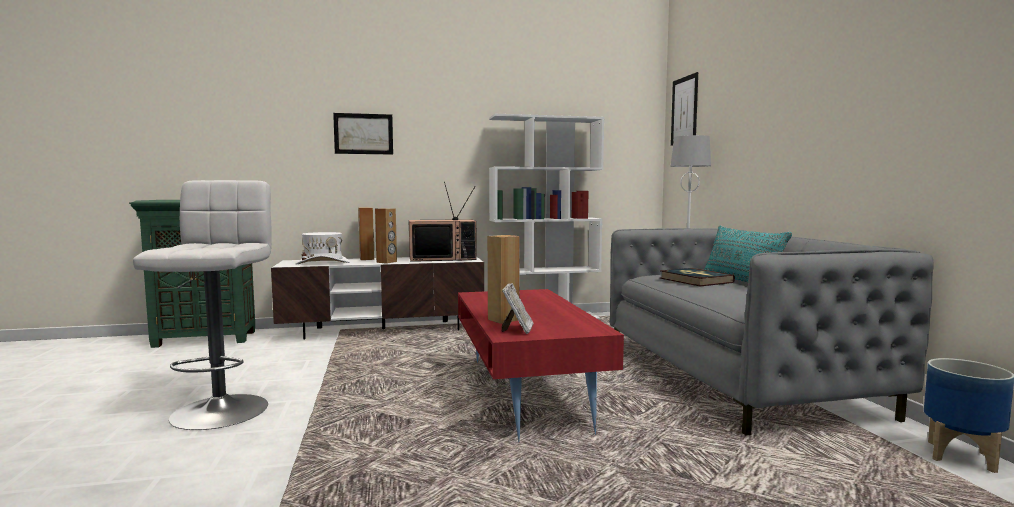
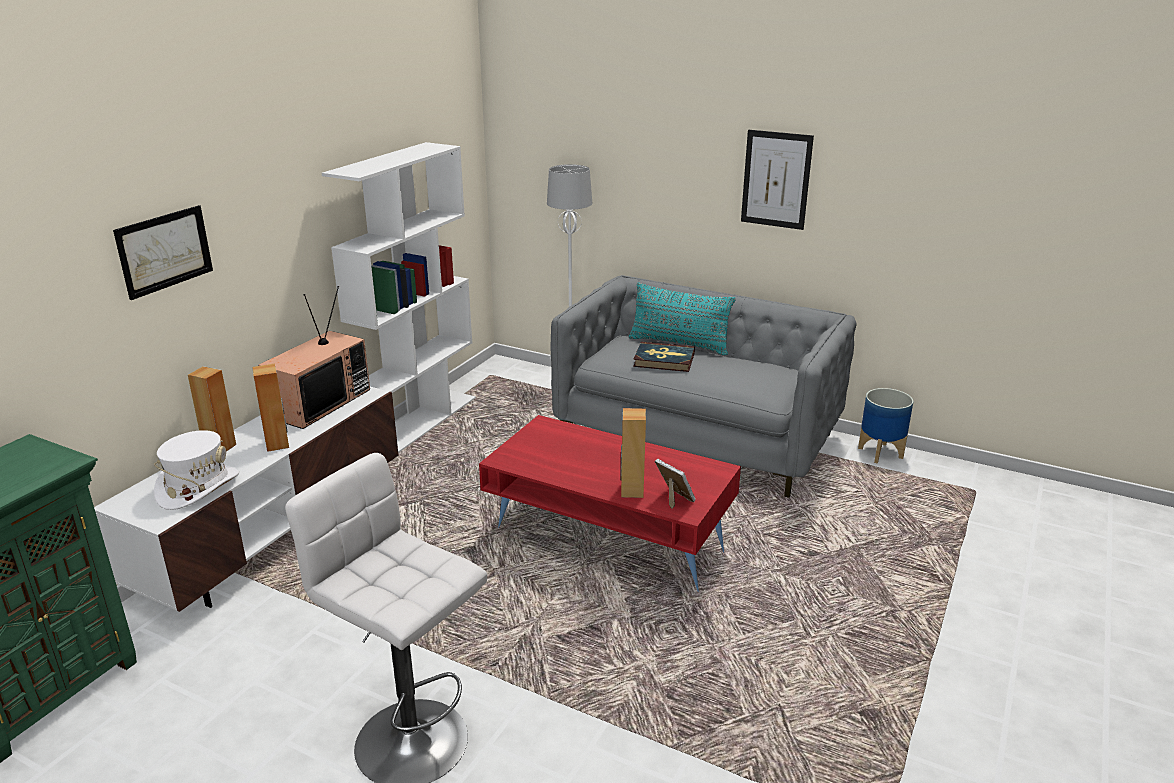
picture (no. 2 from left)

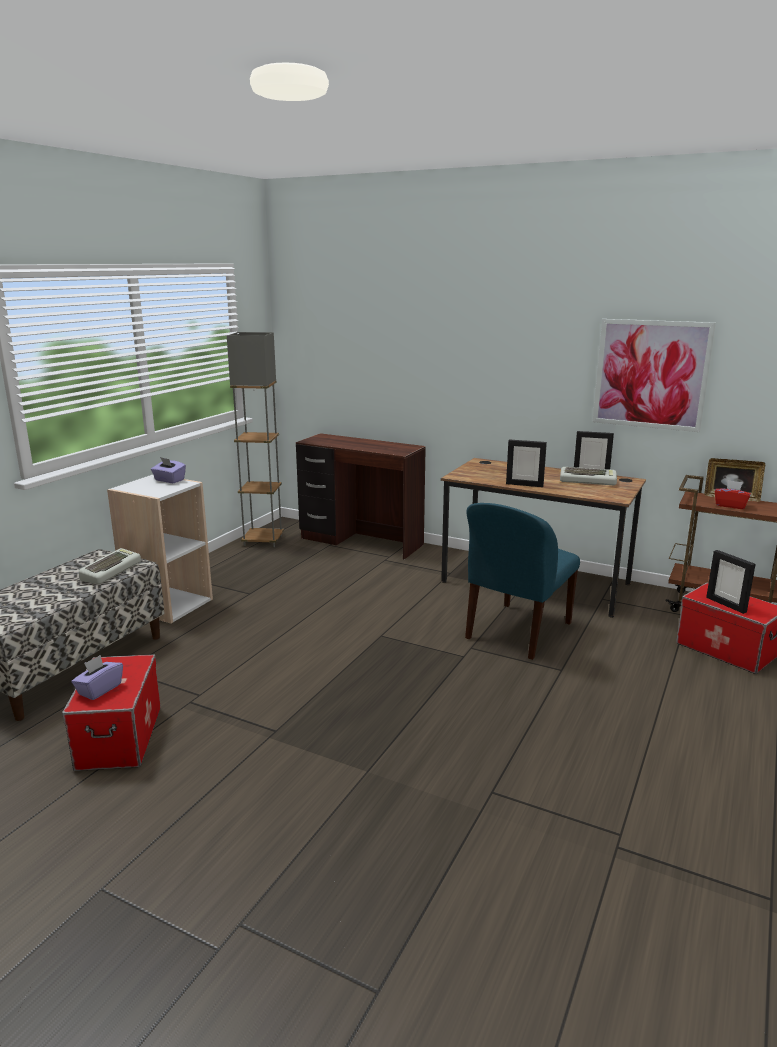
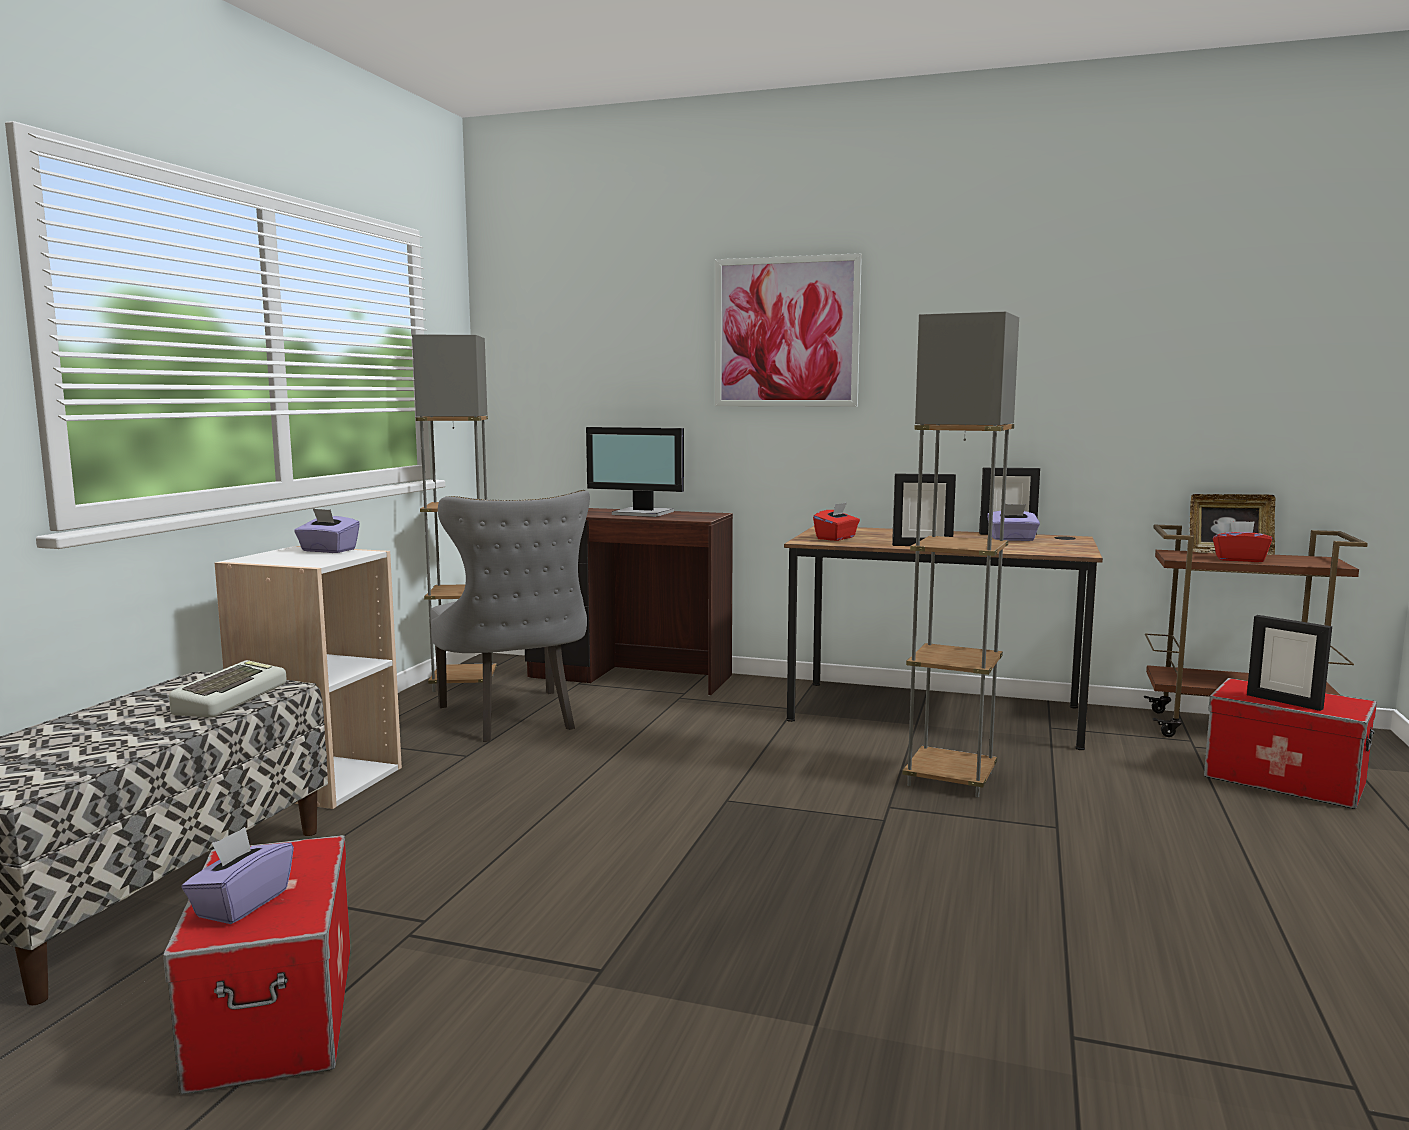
chair in grey
monitor
tissue box in red (no. 1 from left)
picture
floor lamp in grey (no. 2 from left)
tissue box in purple (no. 3 from left)

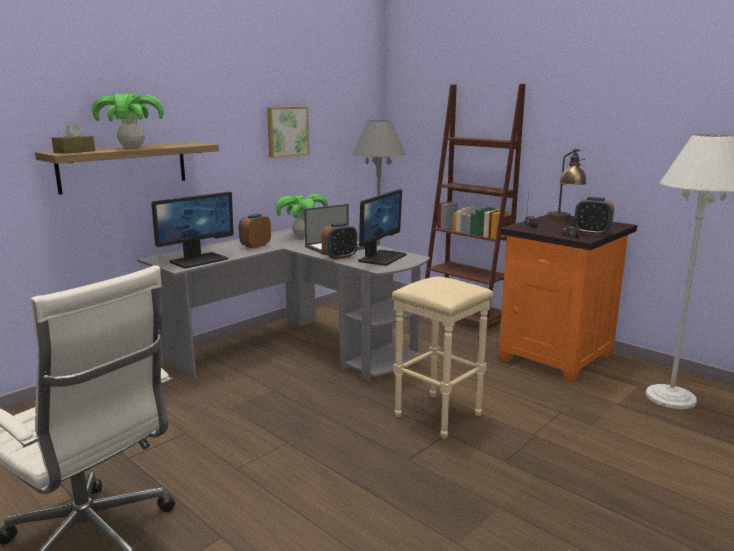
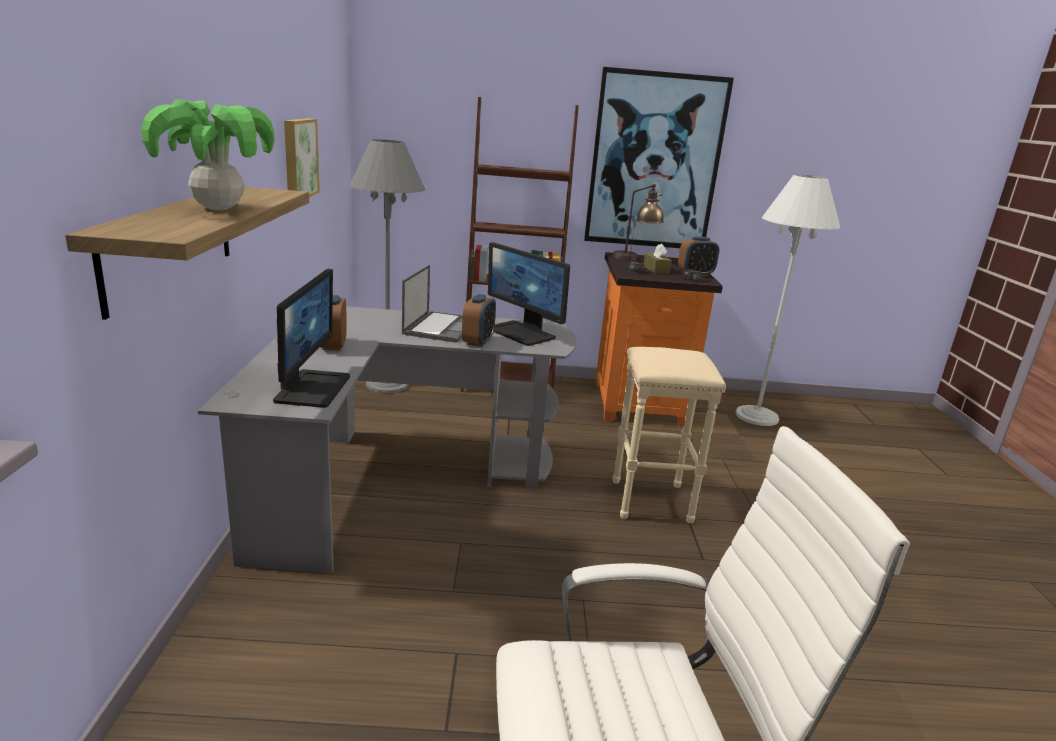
potted plant (no. 2 from left in the first image)
picture (no. 2 from left)
tissue box in brown
monitor (no. 2 from left)

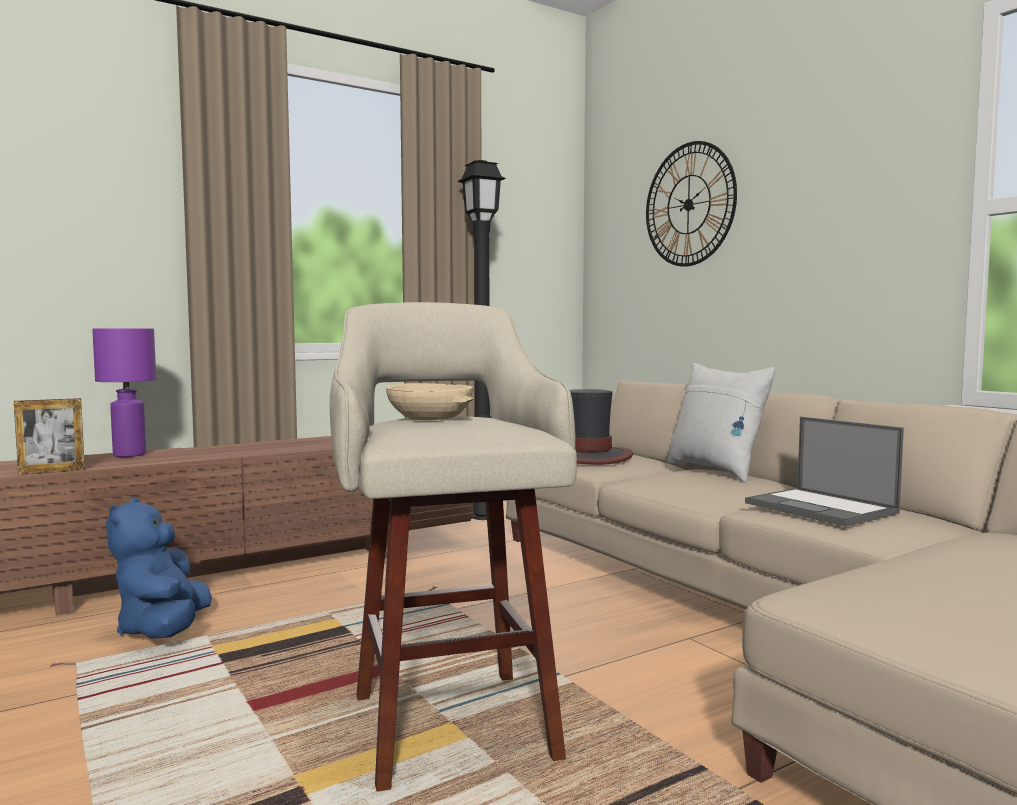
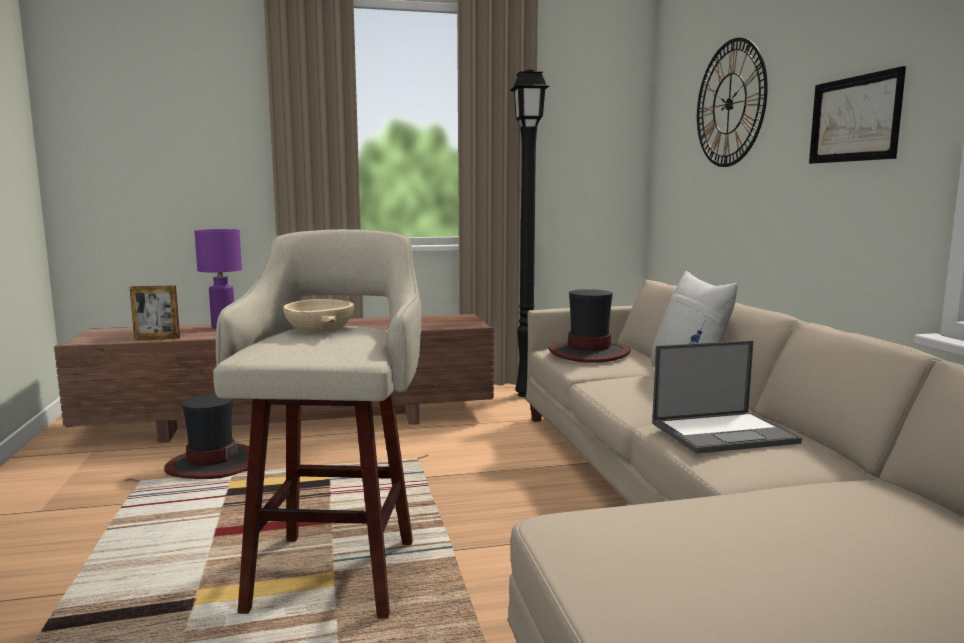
picture
hat (no. 1 from left)
laptop

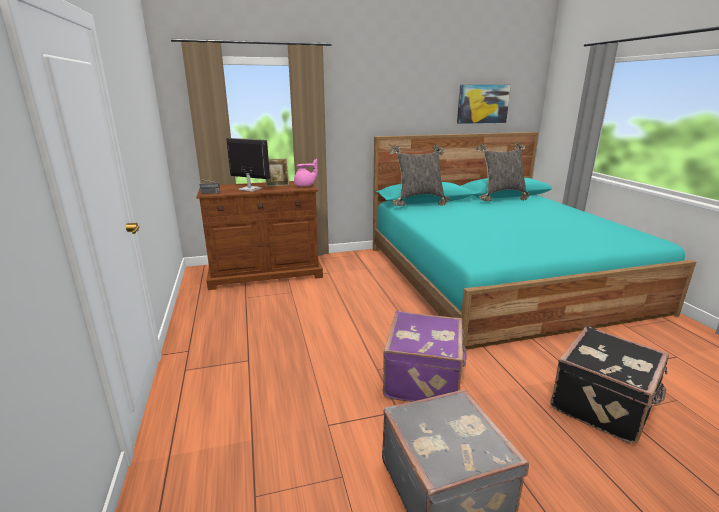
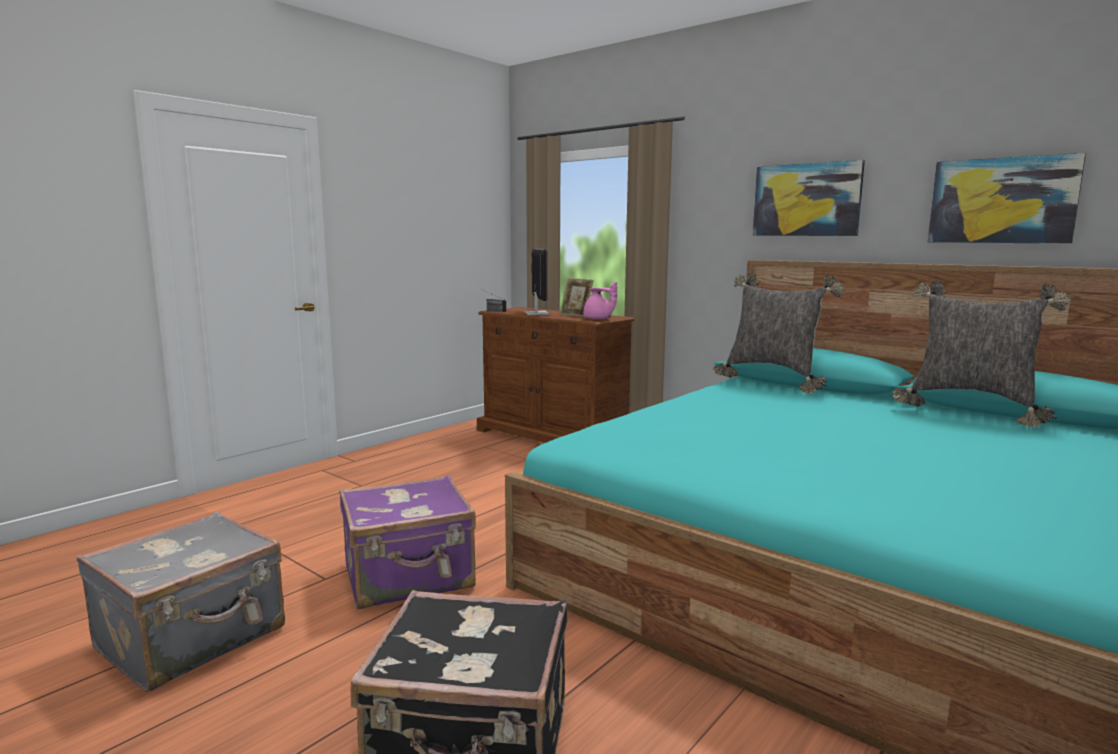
picture (no. 1 from left)

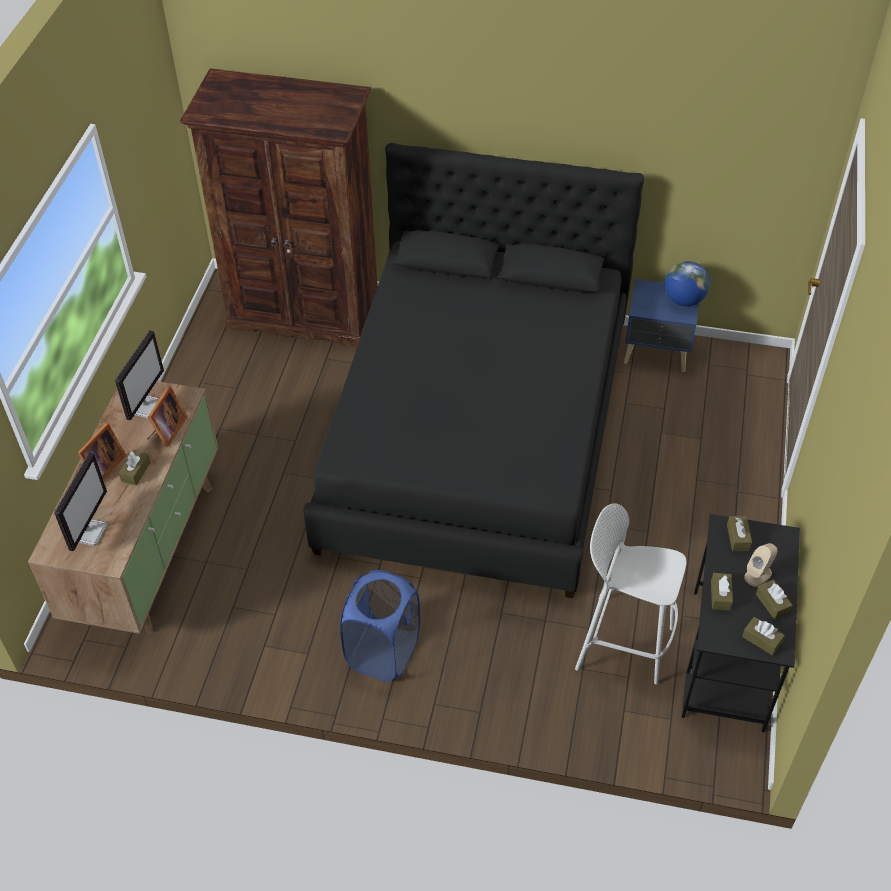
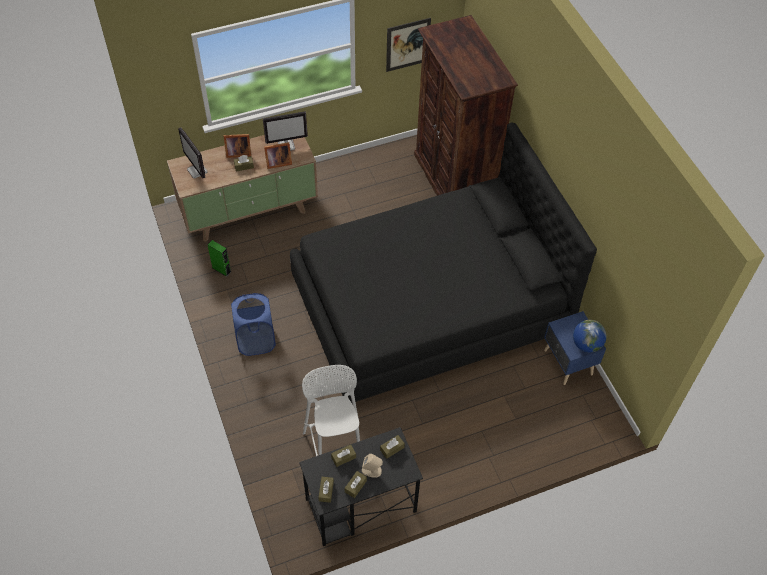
speaker in green
picture
monitor (no. 1 from left)

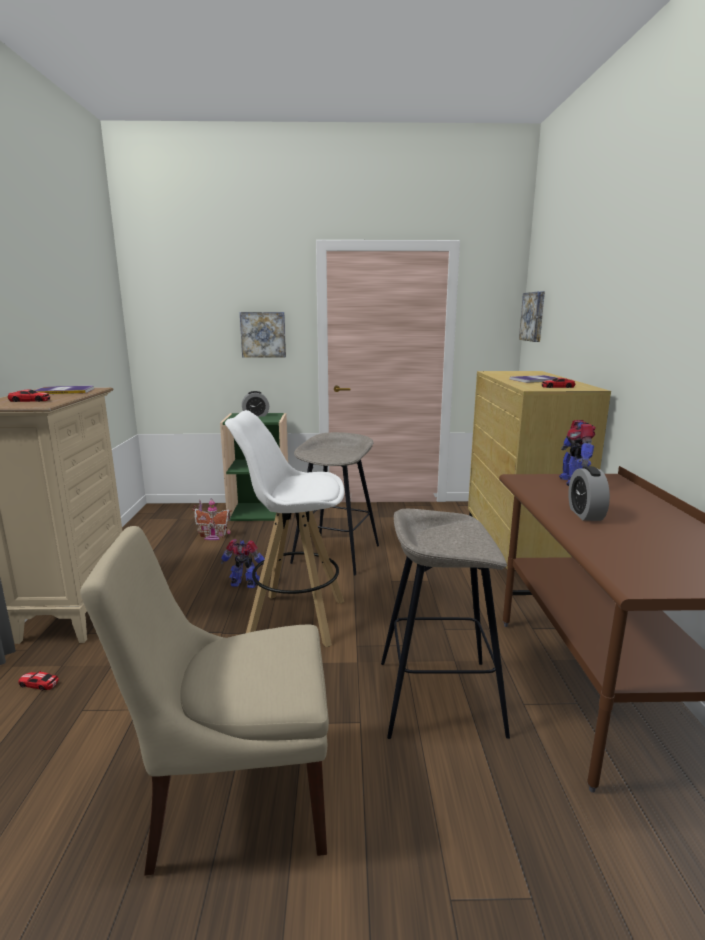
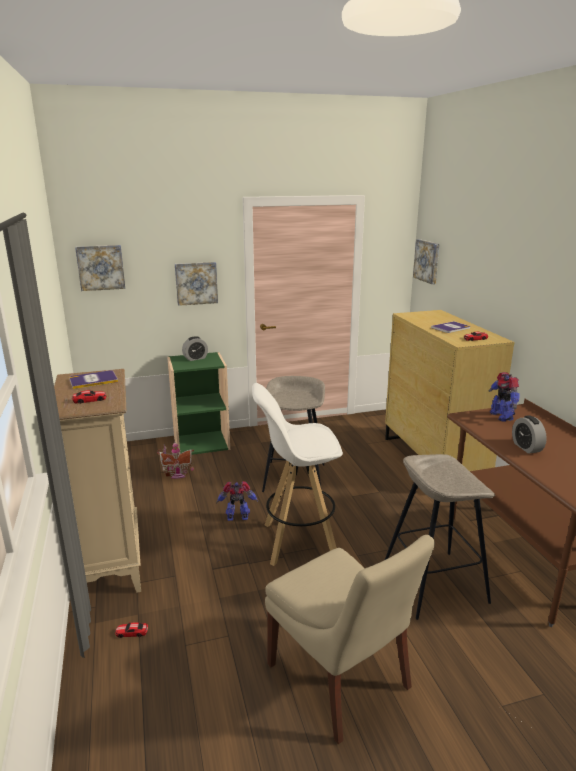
picture (no. 1 from left)
chair in beige

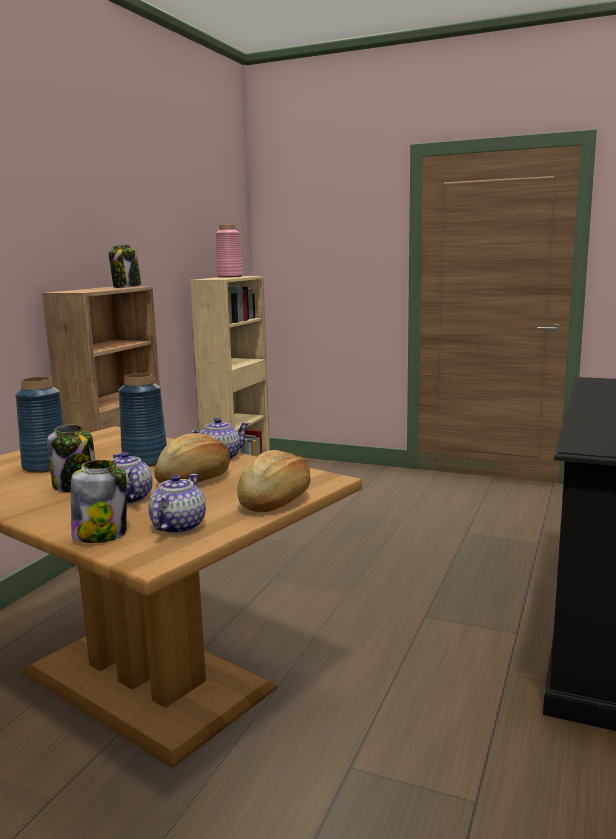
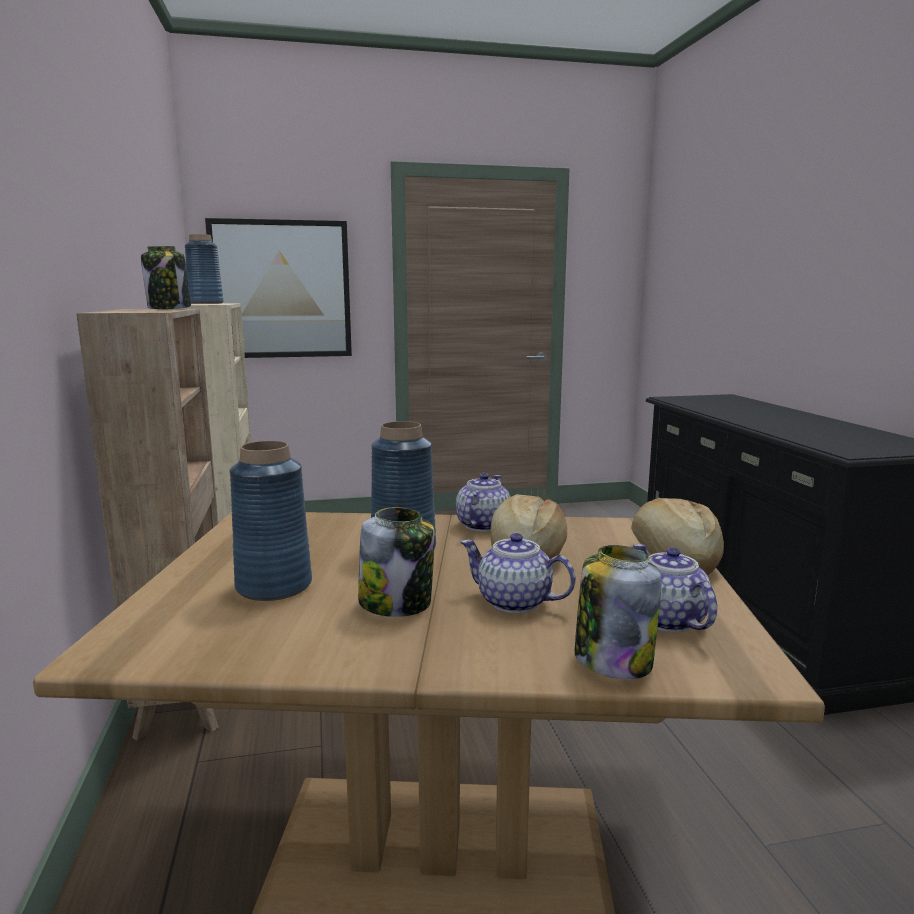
picture
vase in blue (no. 1 from left)

